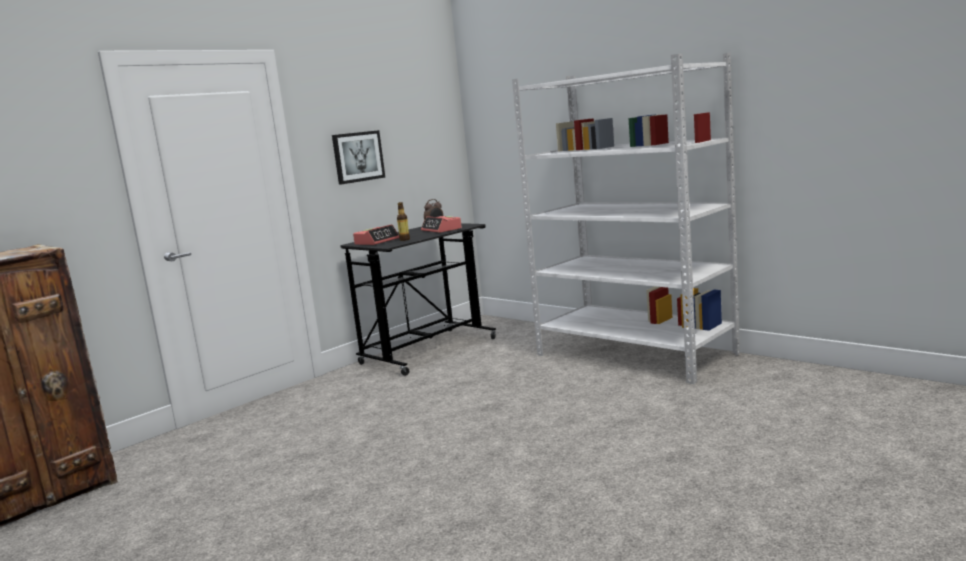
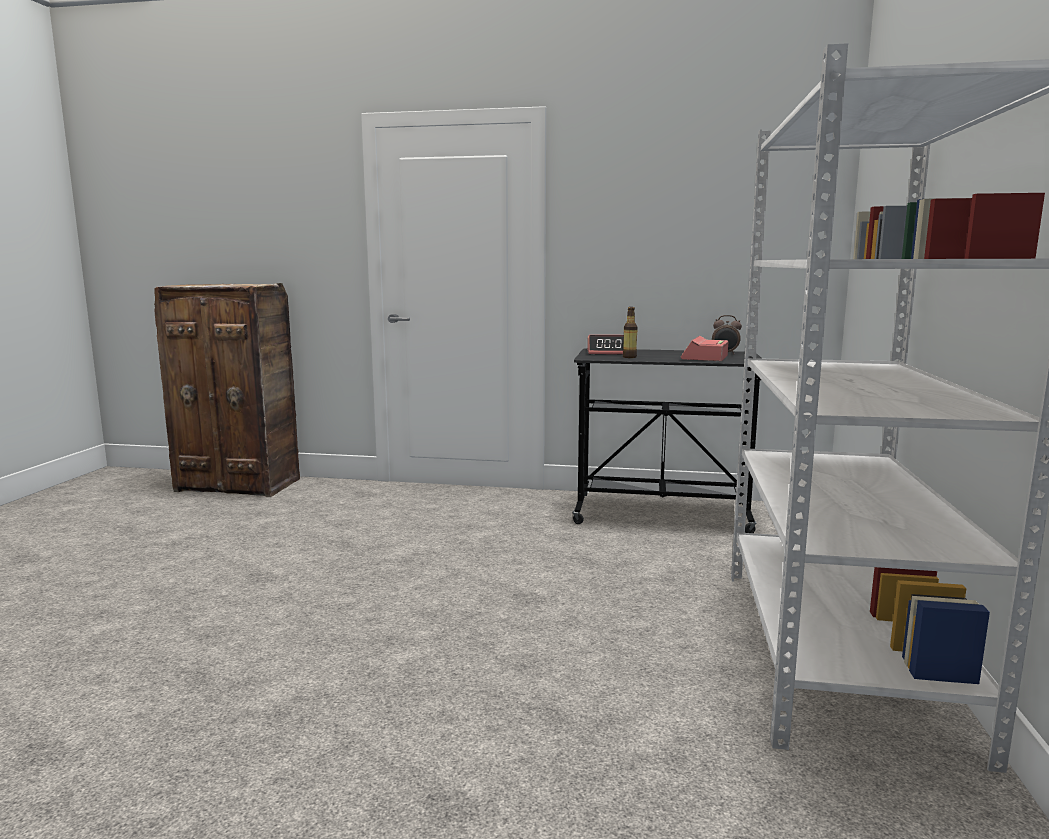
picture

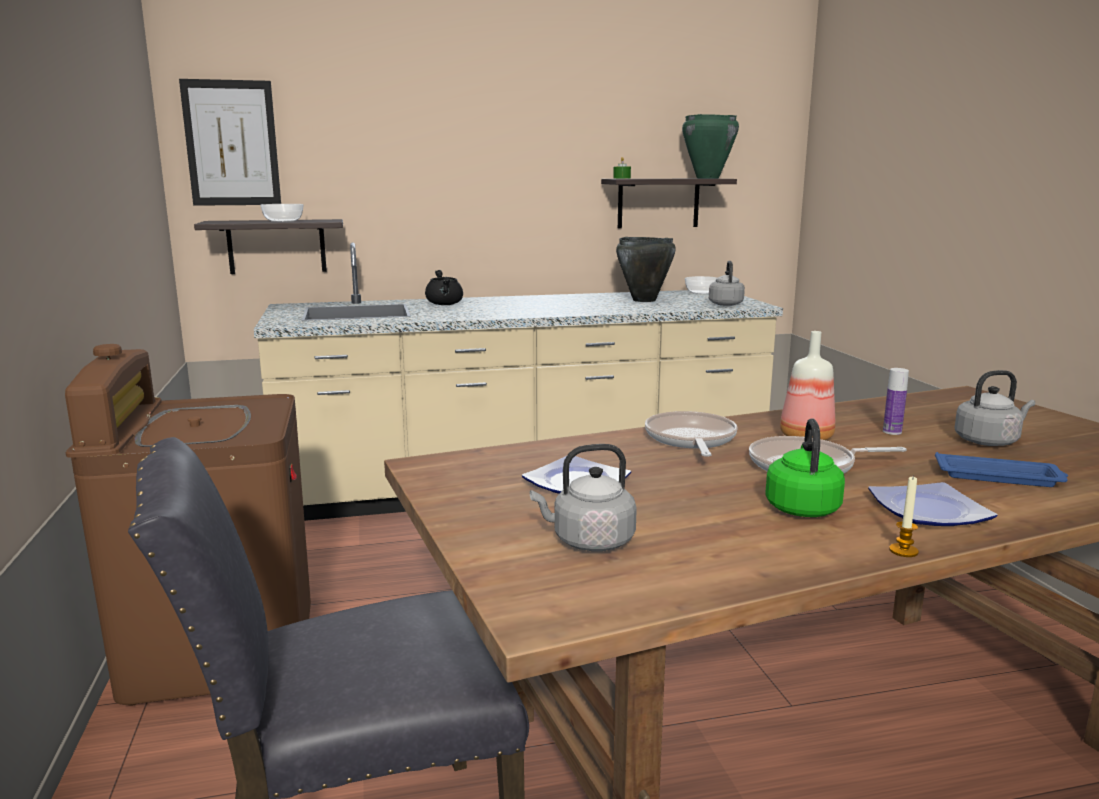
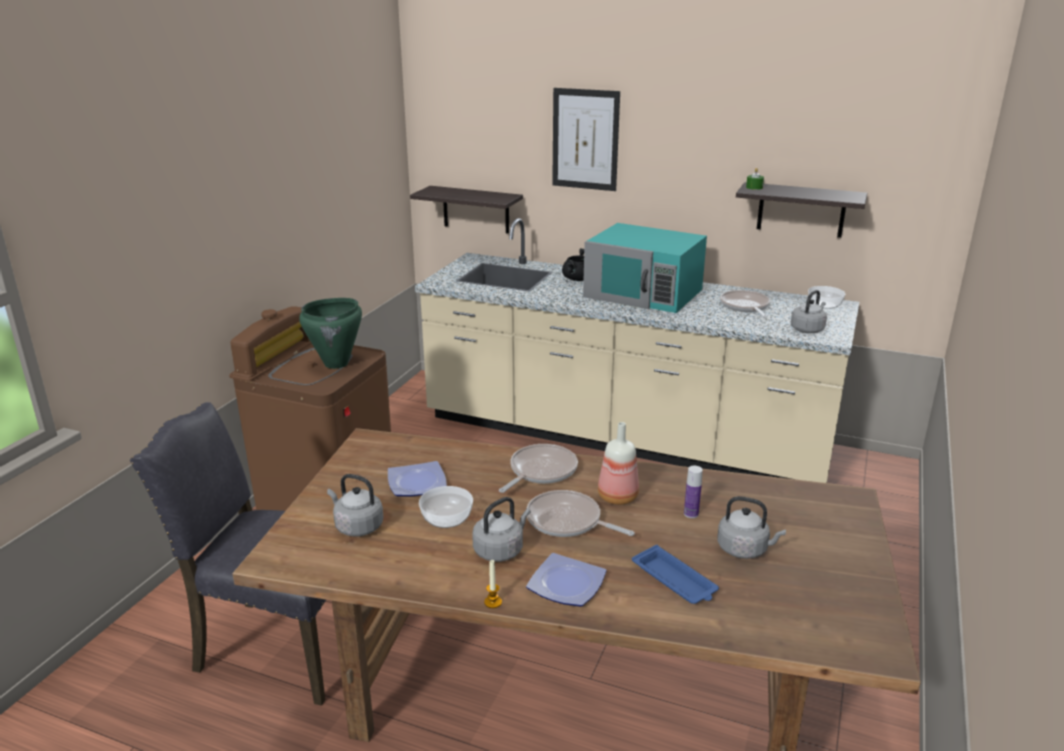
microwave in turquoise
picture
bowl (no. 1 from left)
cooking pot in green
frying pan (no. 3 from left)
kettle in grey (no. 2 from left)

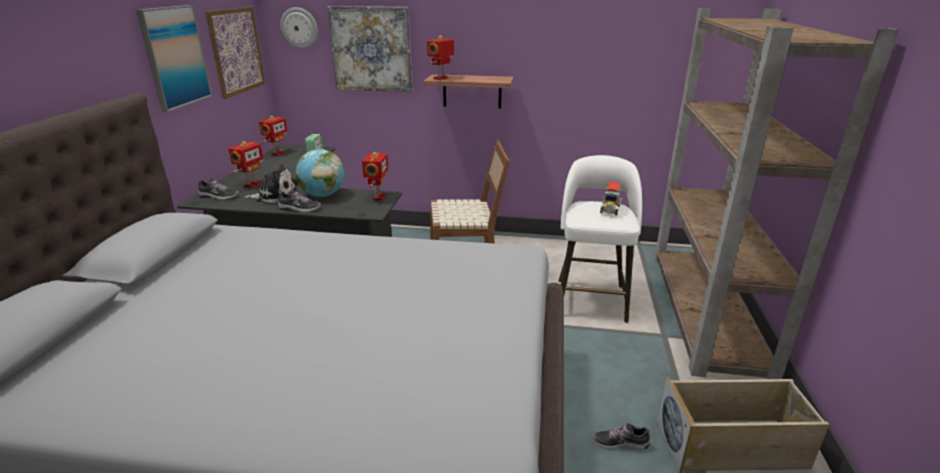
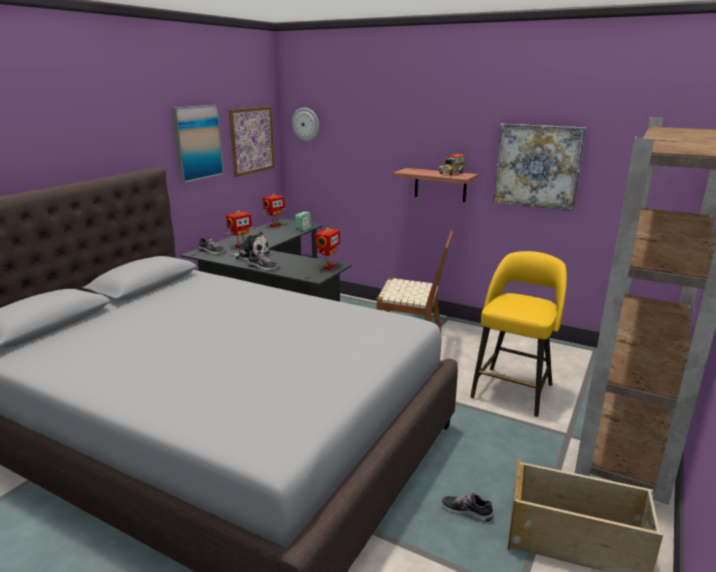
globe
toy robot (no. 4 from left in the first image)
picture (no. 3 from left)
toy truck
stool in yellow

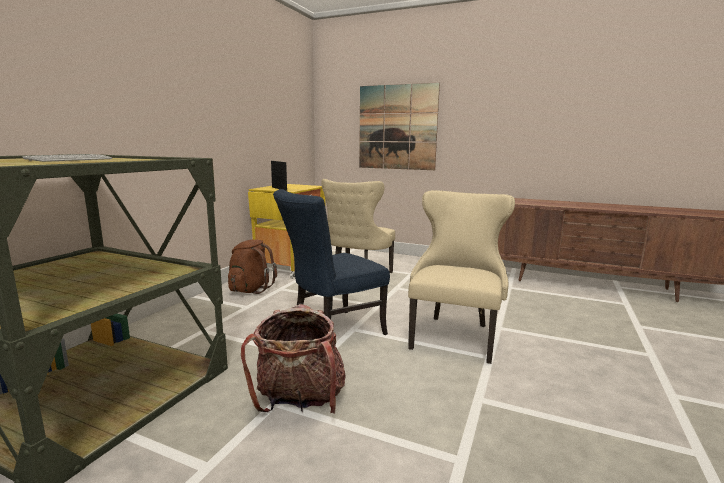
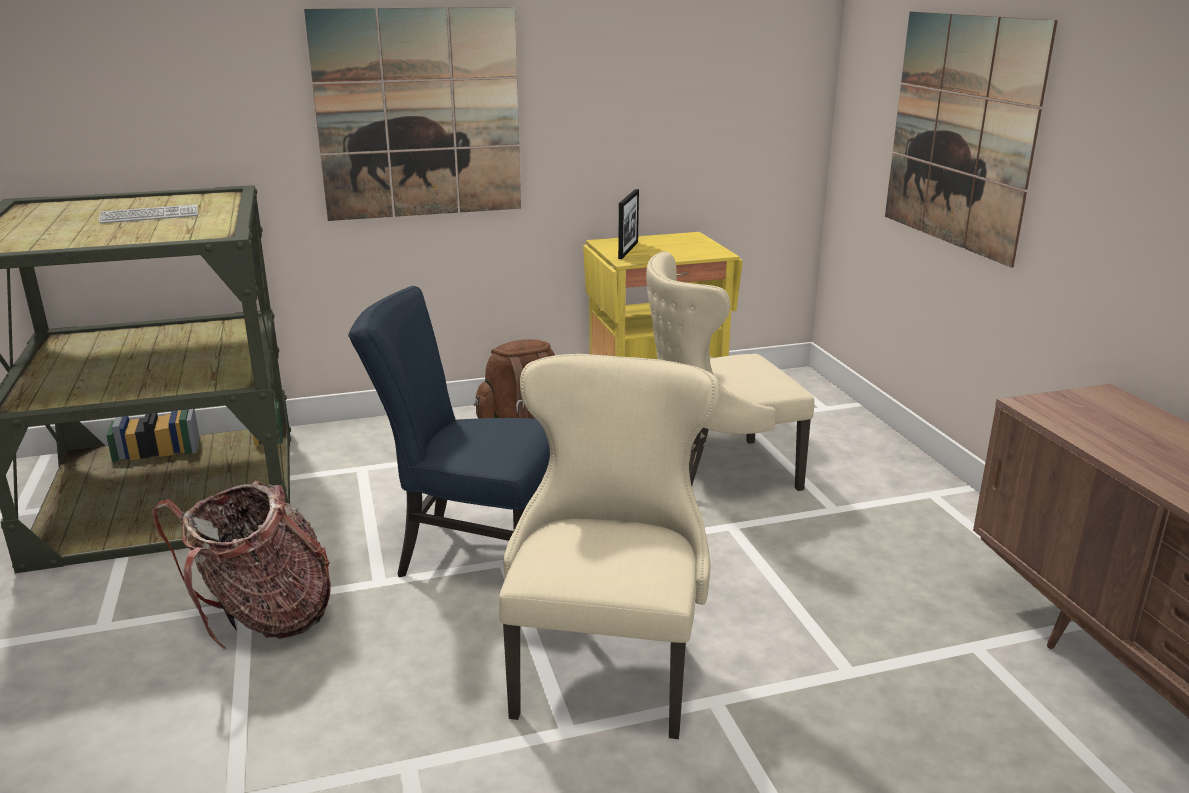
picture (no. 1 from left)
chair in beige (no. 1 from left)

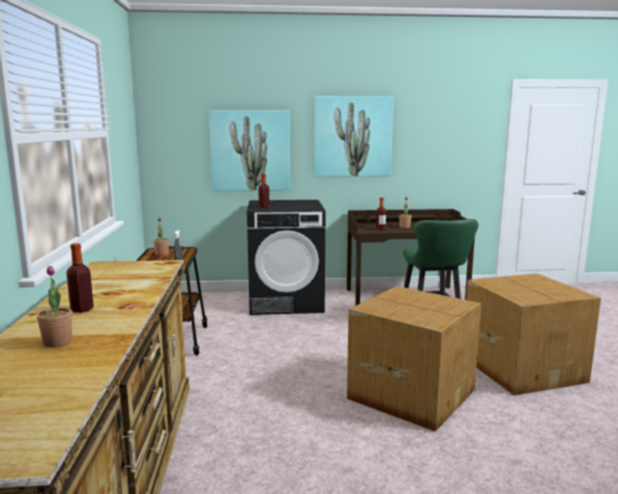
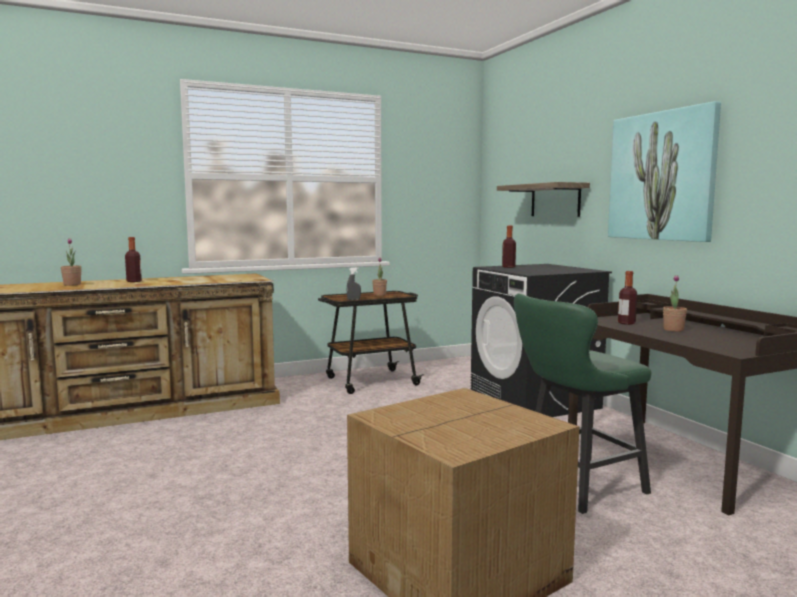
cardboard box (no. 1 from left in the first image)
shelf

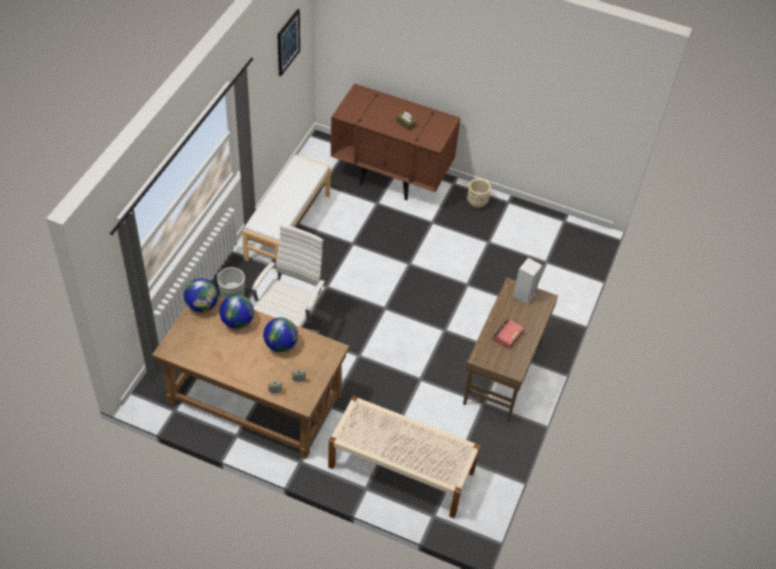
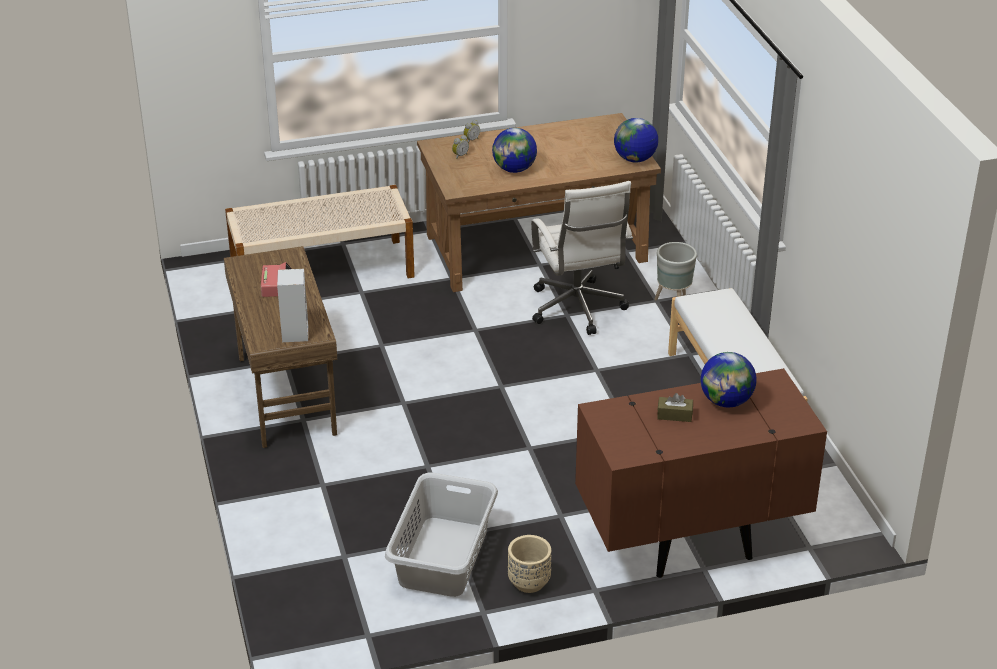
picture
laundry basket in grey
globe (no. 3 from left)

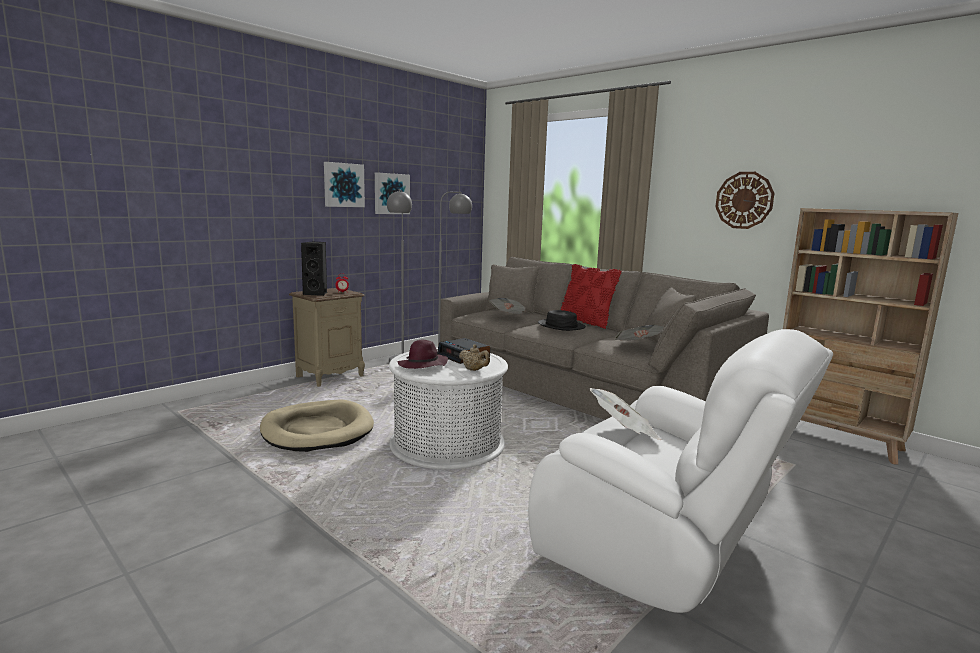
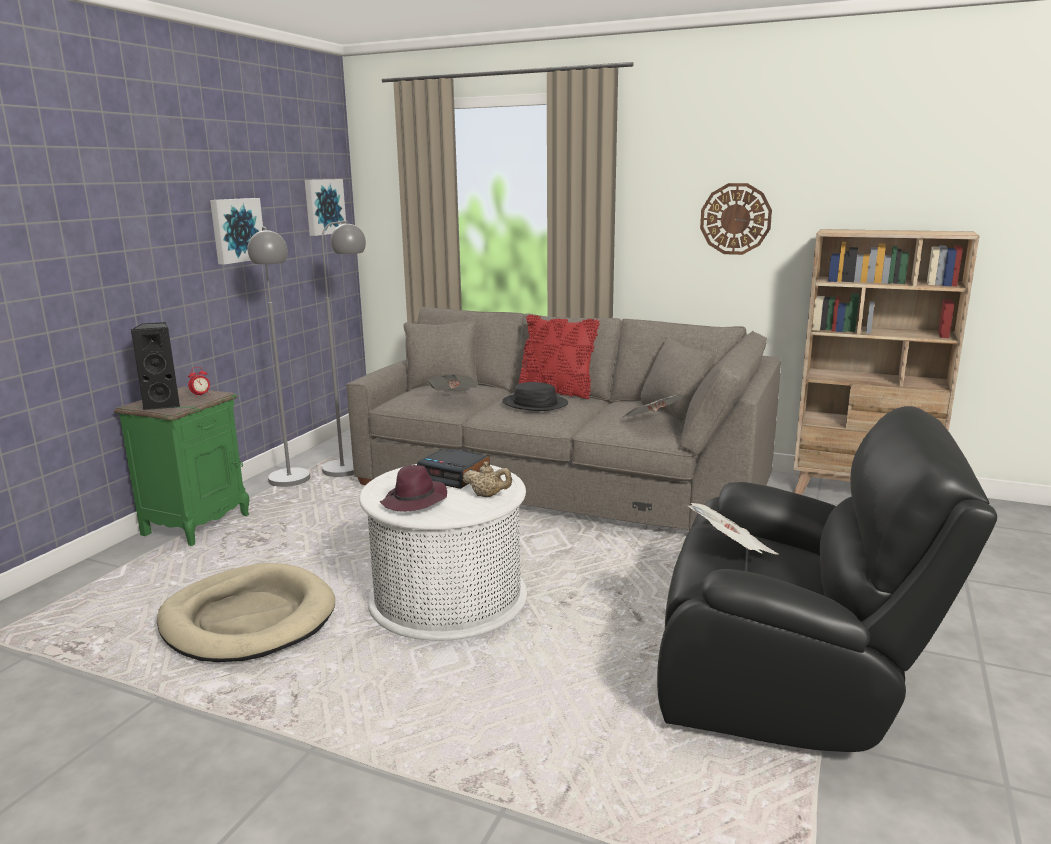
picture (no. 2 from left)
nightstand in green
armchair in black

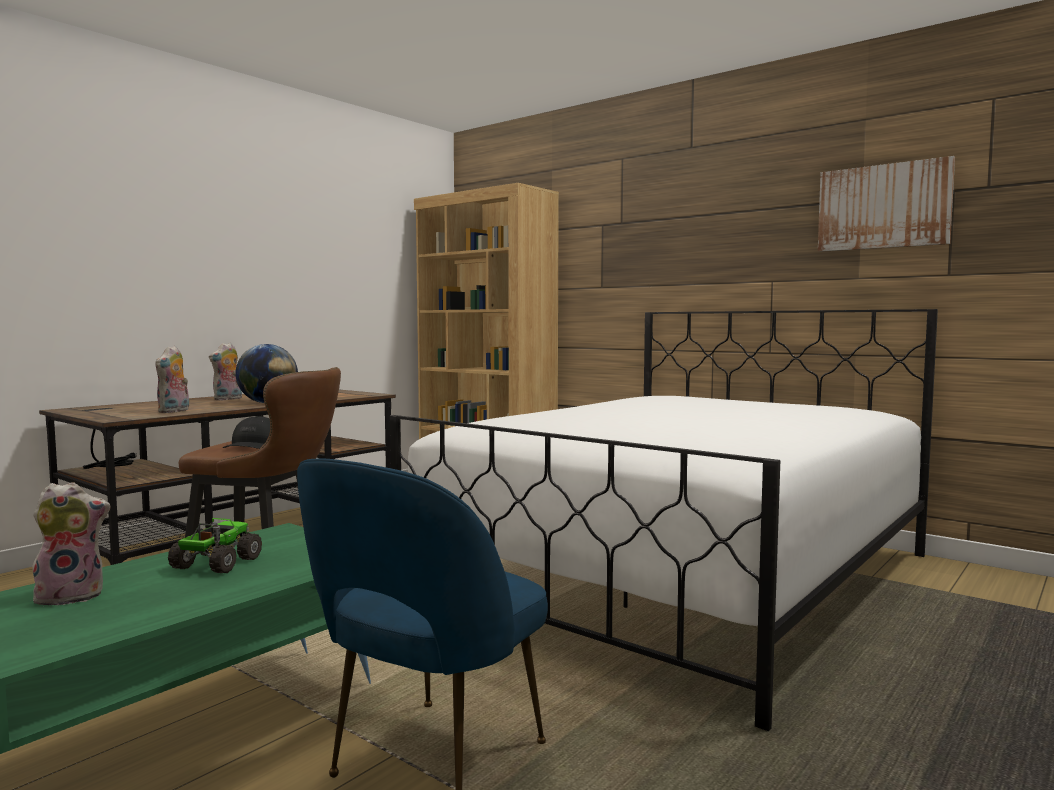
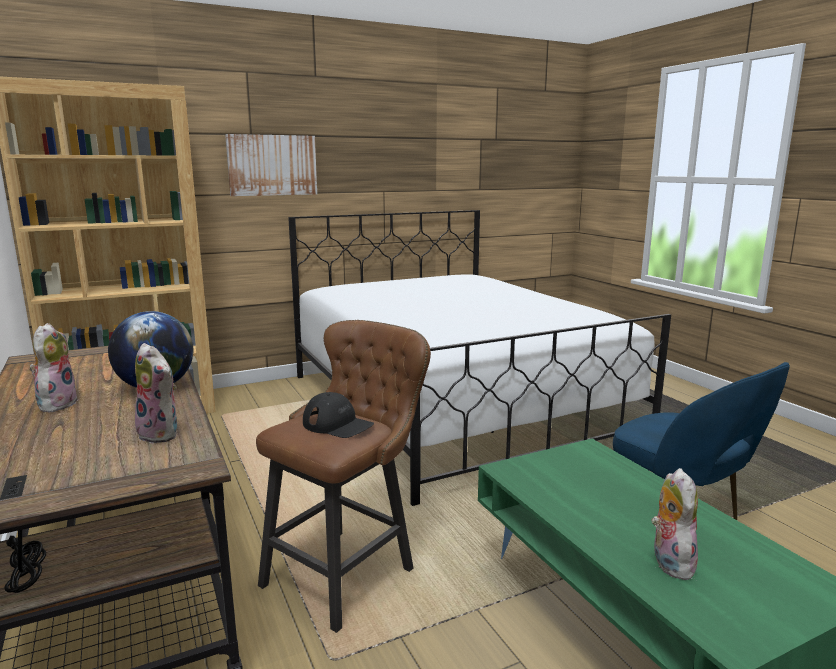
toy truck
picture
plush toy (no. 1 from left)

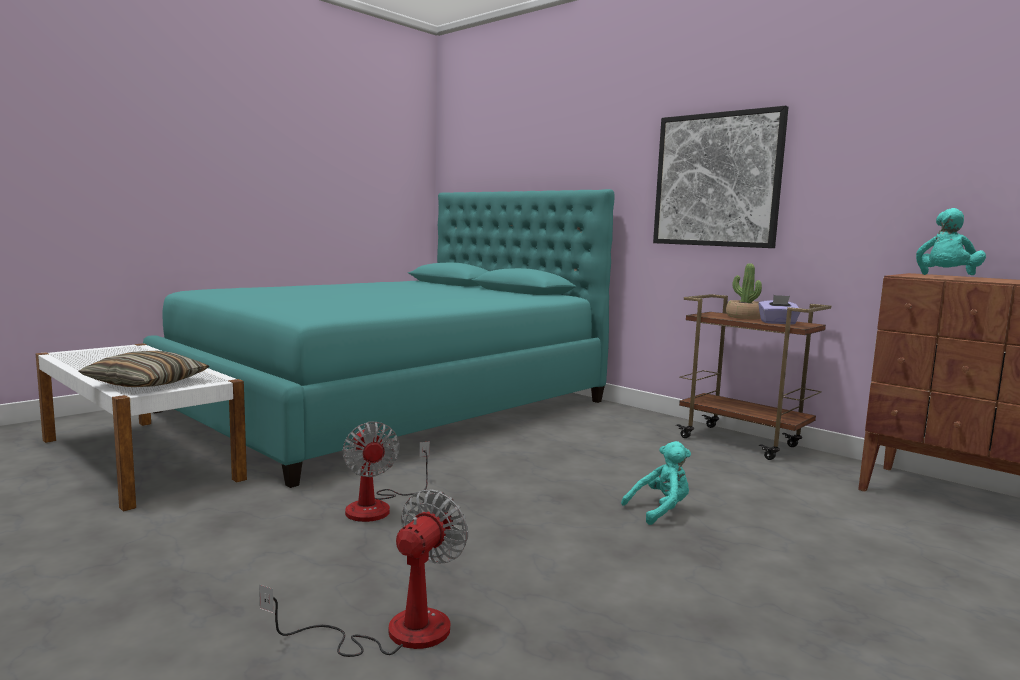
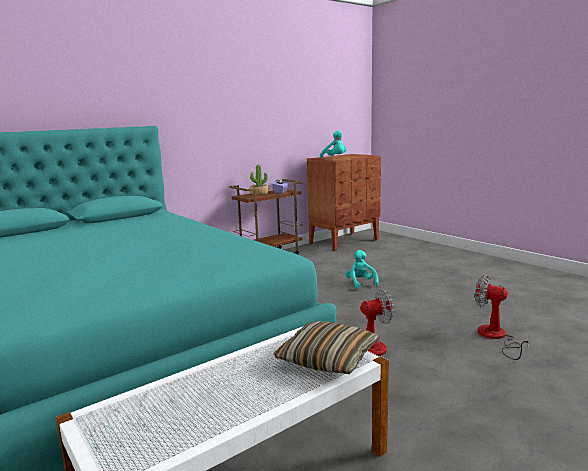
picture

